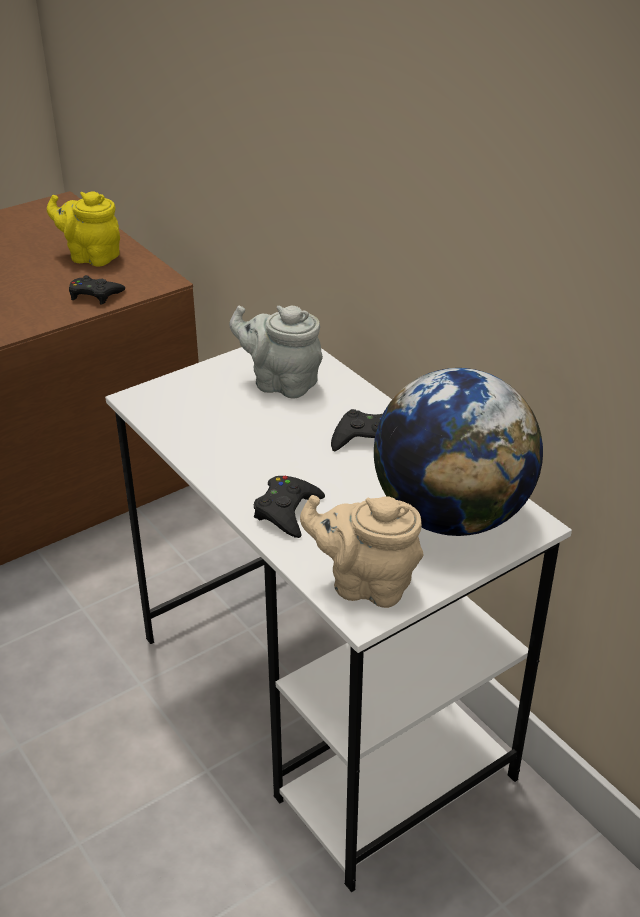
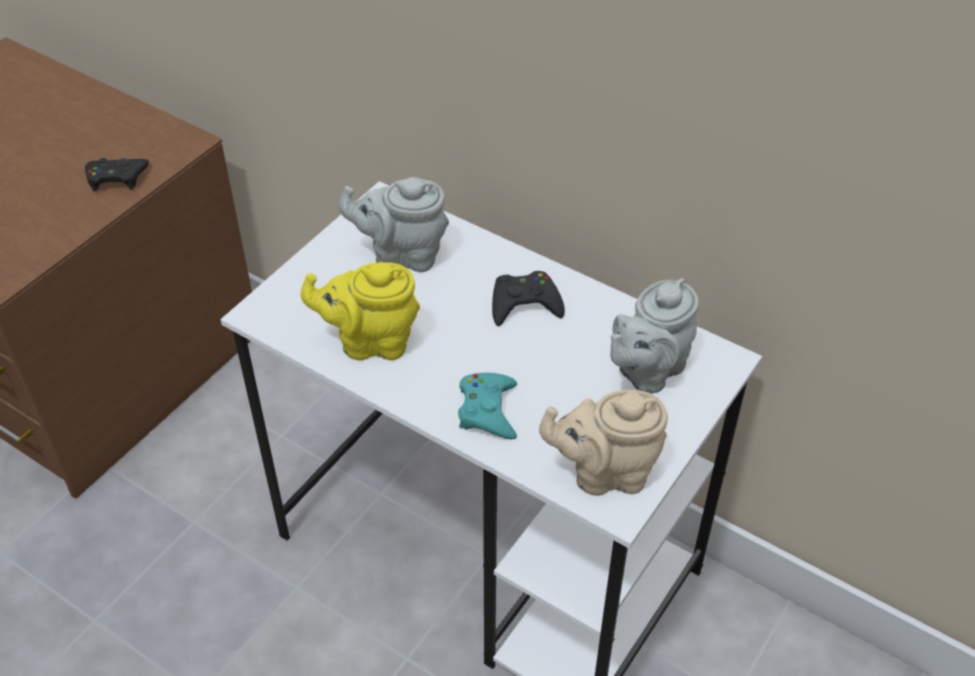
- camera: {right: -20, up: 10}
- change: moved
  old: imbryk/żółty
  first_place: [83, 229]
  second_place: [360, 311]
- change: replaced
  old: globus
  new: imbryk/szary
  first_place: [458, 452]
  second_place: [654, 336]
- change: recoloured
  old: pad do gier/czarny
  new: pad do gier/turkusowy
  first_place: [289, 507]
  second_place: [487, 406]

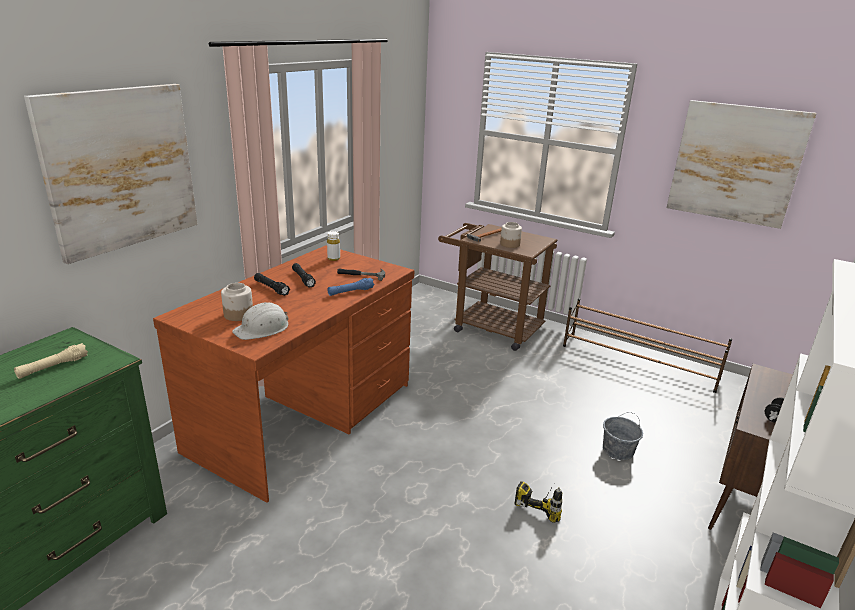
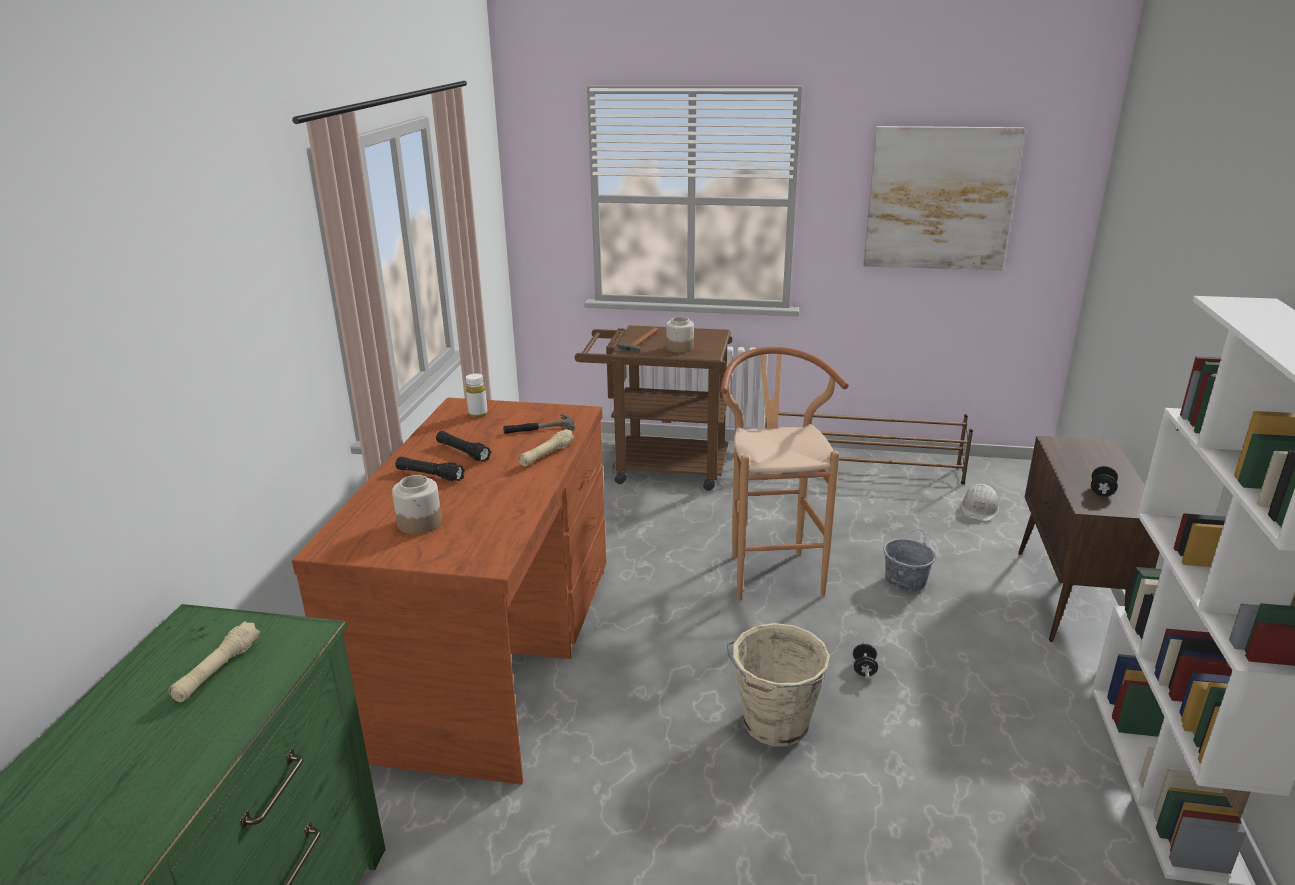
- camera: {right: -20, up: 0}
- change: removed
  old: obraz
  first_place: [111, 174]
- change: added
  new: stołek/brązowy
  second_place: [784, 474]
- change: added
  new: wiadro/beżowy
  second_place: [778, 684]
- change: moved
  old: kask/biały
  first_place: [260, 321]
  second_place: [980, 503]
- change: replaced
  old: wiertarka
  new: hantel/czarny
  first_place: [538, 502]
  second_place: [865, 661]
- change: recoloured
  old: latarka/niebieski
  new: latarka/beżowy
  first_place: [351, 287]
  second_place: [546, 447]

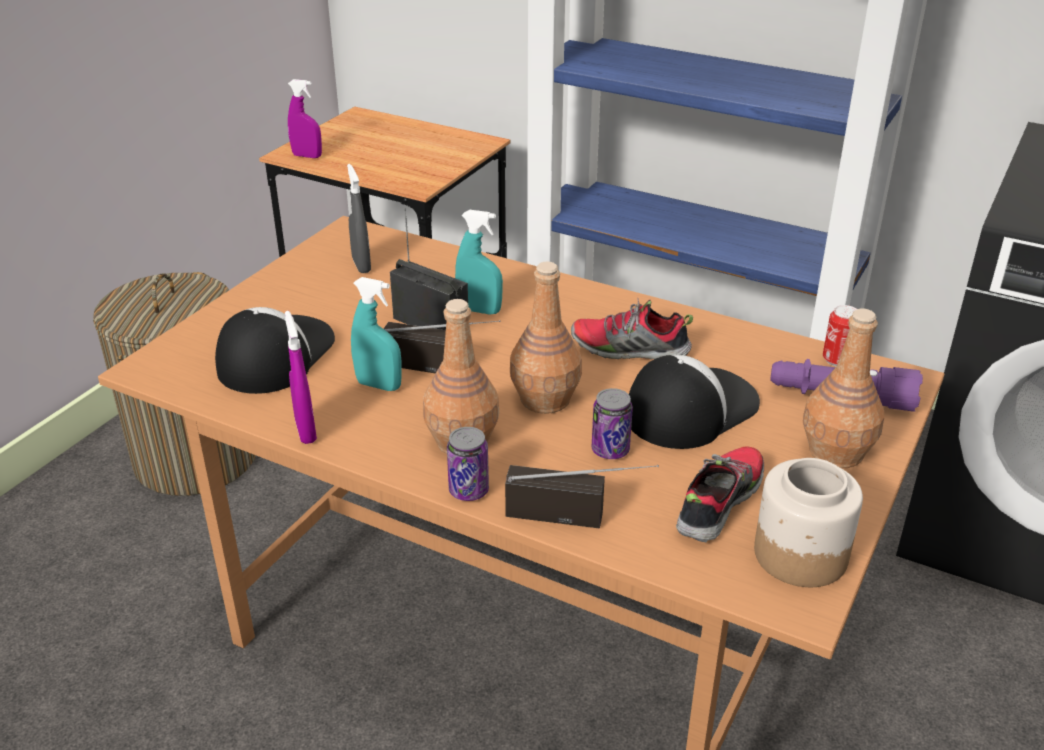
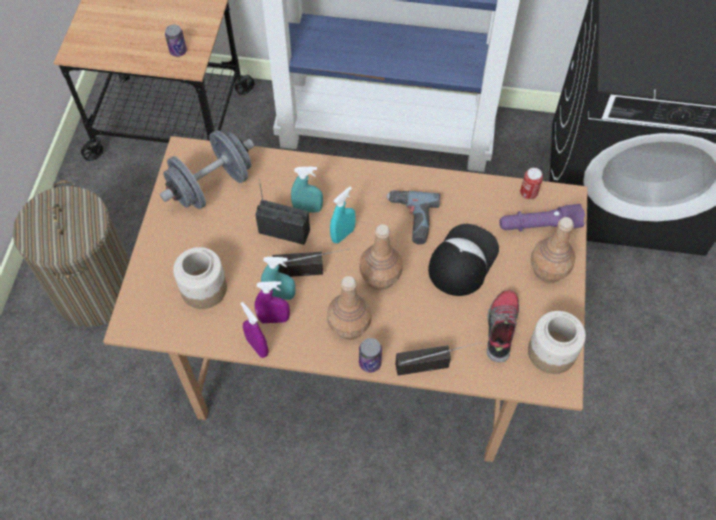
- camera: {right: -20, up: 25}
- change: added
  new: spryskiwacz/turkusowy
  second_place: [343, 215]
- change: moved
  old: spryskiwacz/fioletowy
  first_place: [305, 118]
  second_place: [272, 302]
- change: moved
  old: puszka
  first_place: [612, 423]
  second_place: [176, 41]
- change: replaced
  old: czapka z daszkiem
  new: słoik
  first_place: [275, 350]
  second_place: [200, 278]
- change: replaced
  old: spryskiwacz/szary
  new: hantel/szary
  first_place: [359, 218]
  second_place: [207, 169]
- change: replaced
  old: but
  new: wiertarka
  first_place: [632, 329]
  second_place: [413, 217]

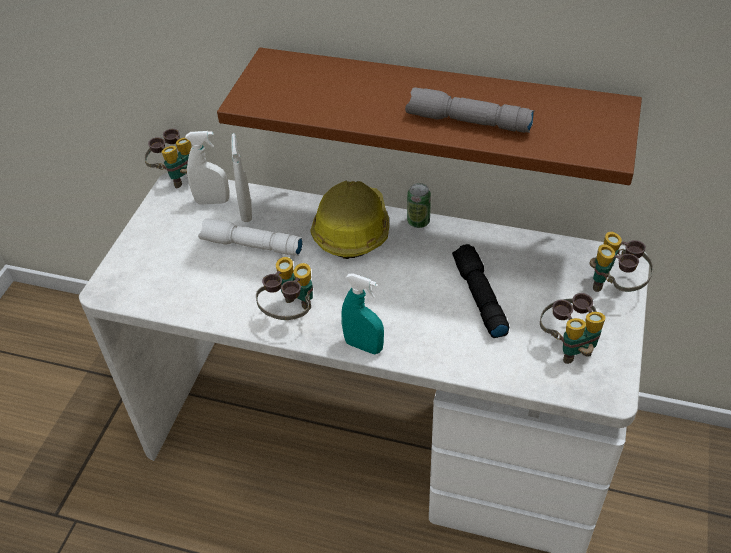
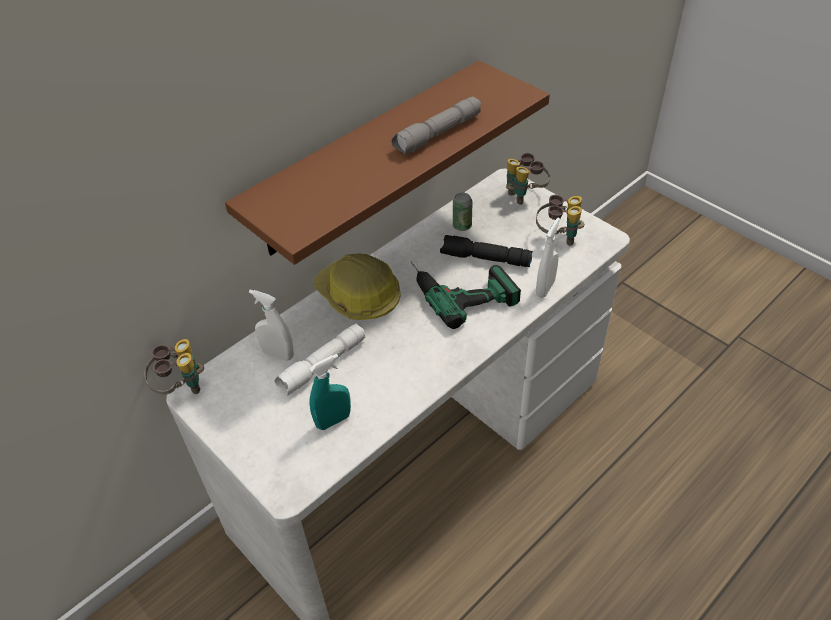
- camera: {right: -60, up: 0}
- change: removed
  old: lornetka
  first_place: [284, 288]
- change: added
  new: wiertarka
  second_place: [466, 295]
- change: moved
  old: spryskiwacz/biały
  first_place: [207, 168]
  second_place: [548, 258]
- change: moved
  old: spryskiwacz/turkusowy
  first_place: [362, 313]
  second_place: [330, 392]
- change: moved
  old: puszka
  first_place: [419, 205]
  second_place: [462, 212]

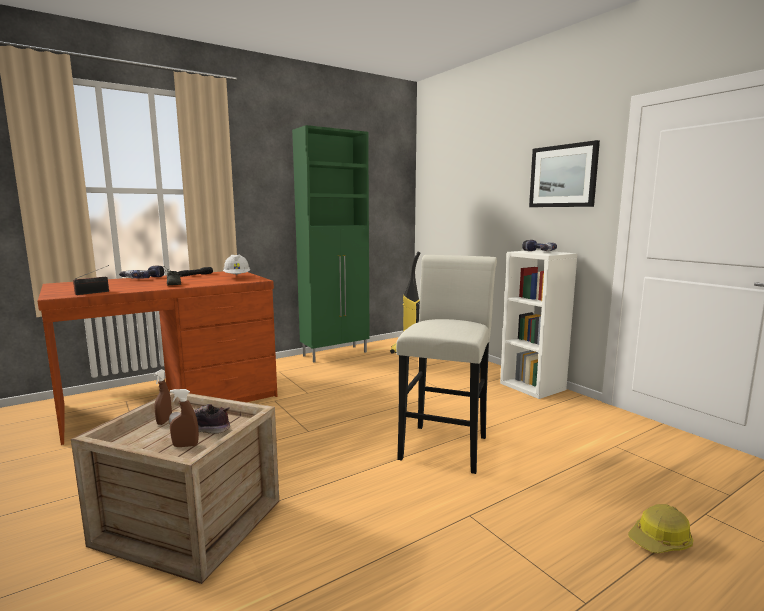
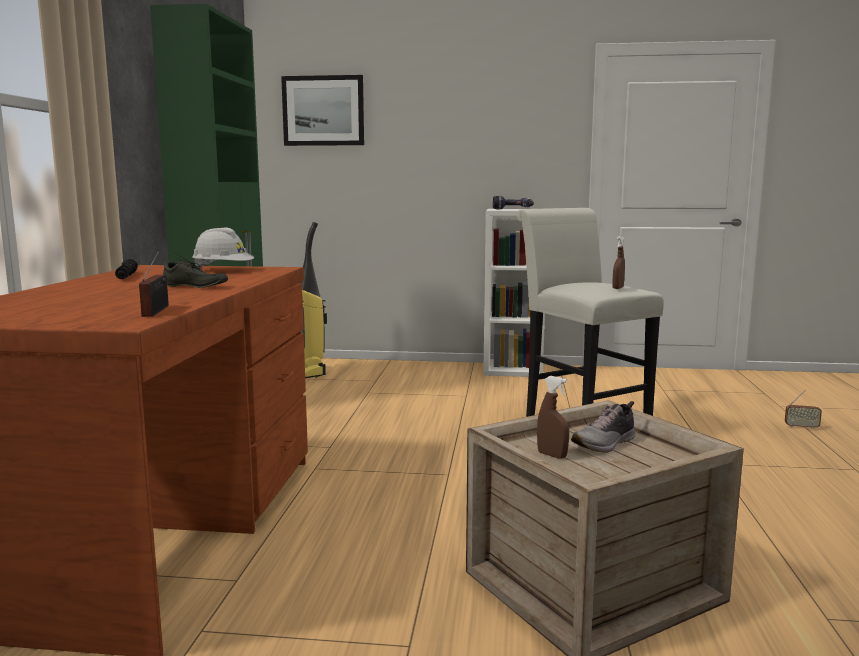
- camera: {right: -50, up: 0}
- change: removed
  old: wiertarka
  first_place: [141, 272]
- change: moved
  old: spryskiwacz/brązowy
  first_place: [184, 418]
  second_place: [619, 262]
- change: moved
  old: obraz
  first_place: [564, 173]
  second_place: [322, 110]
- change: replaced
  old: kask
  new: radio
  first_place: [660, 528]
  second_place: [803, 409]

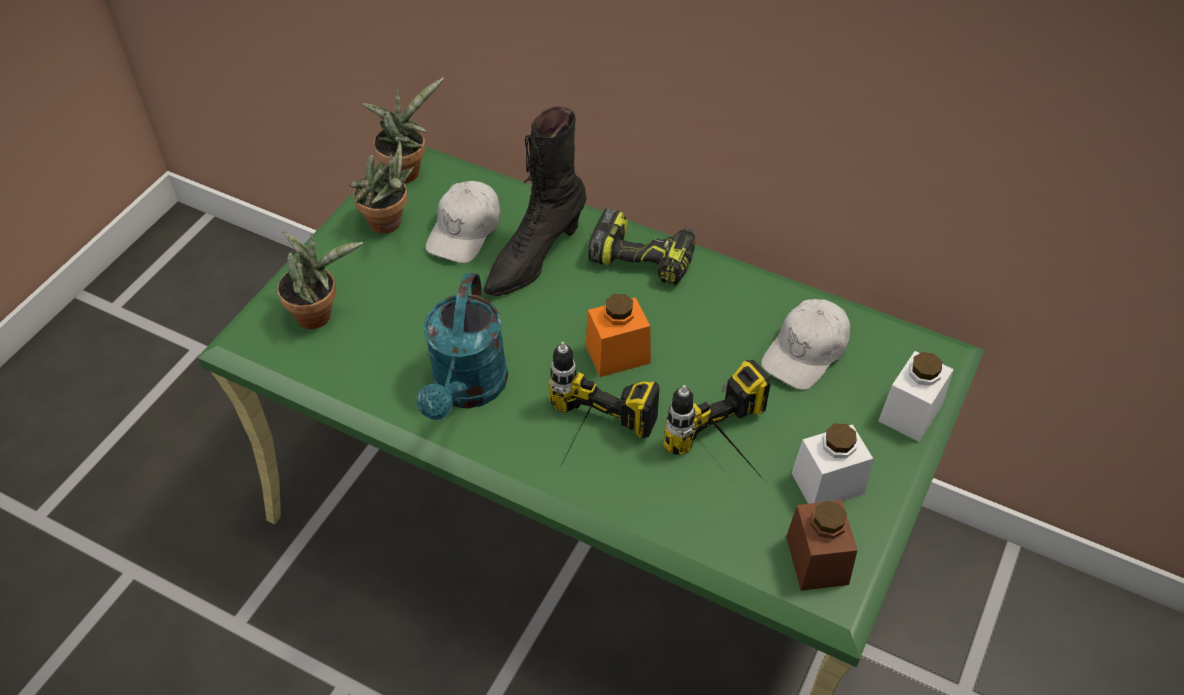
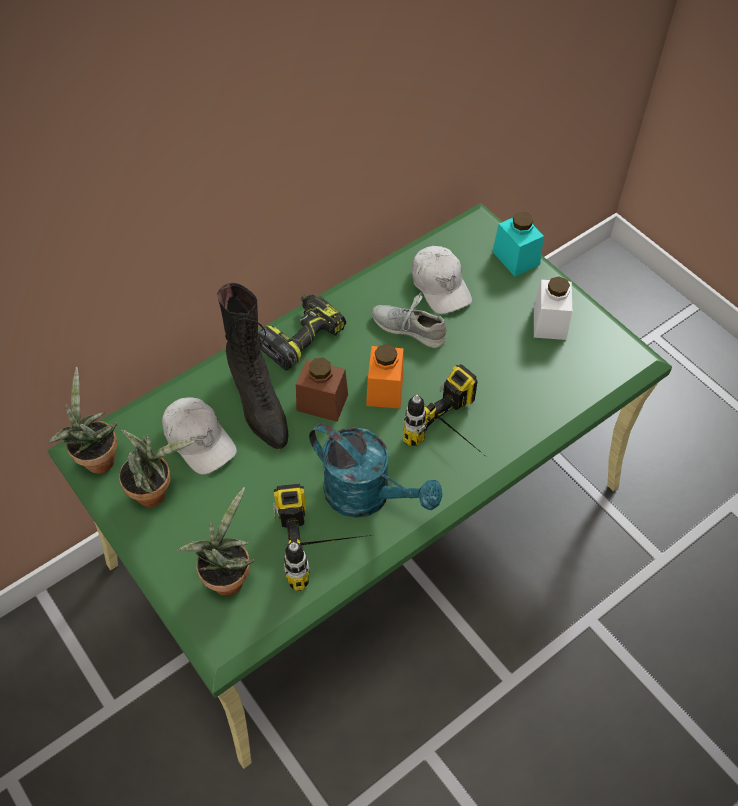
- camera: {right: -65, up: 5}
- change: added
  new: but/szary
  second_place: [409, 320]
- change: moved
  old: wiertarka
  first_place: [717, 420]
  second_place: [322, 537]
- change: moved
  old: słoik/brązowy
  first_place: [822, 545]
  second_place: [322, 390]
- change: recoloured
  old: słoik/biały
  new: słoik/turkusowy
  first_place: [916, 396]
  second_place: [518, 244]

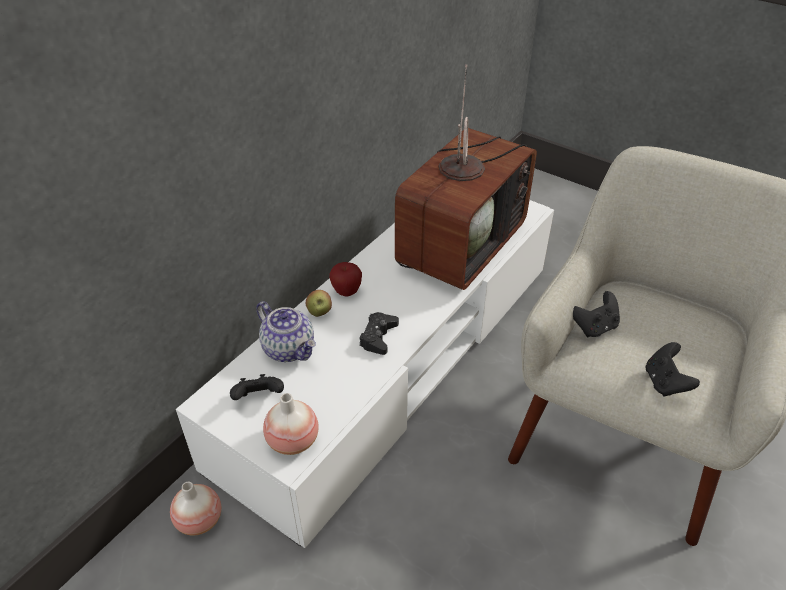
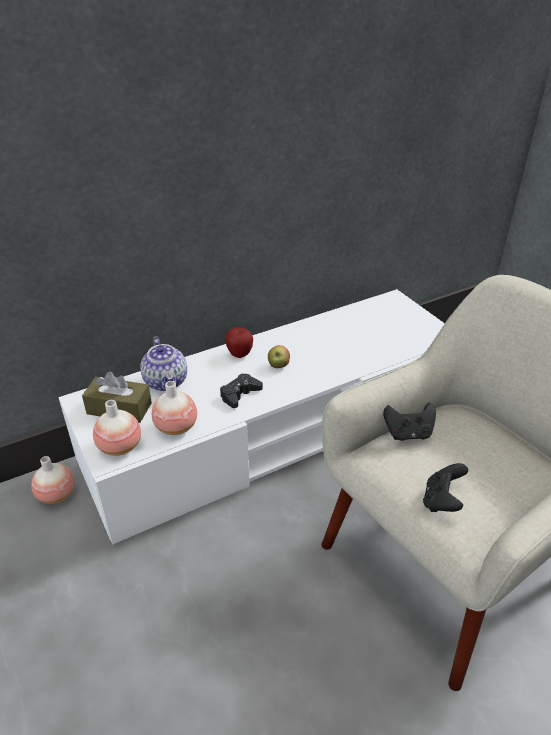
- camera: {right: 25, up: -5}
- change: removed
  old: telewizor
  first_place: [466, 177]
- change: added
  new: wazon
  second_place: [174, 408]
- change: moved
  old: jabłko
  first_place: [319, 303]
  second_place: [279, 356]
- change: replaced
  old: pad do gier/czarny
  new: pudełko chusteczek/brązowy
  first_place: [257, 387]
  second_place: [117, 397]

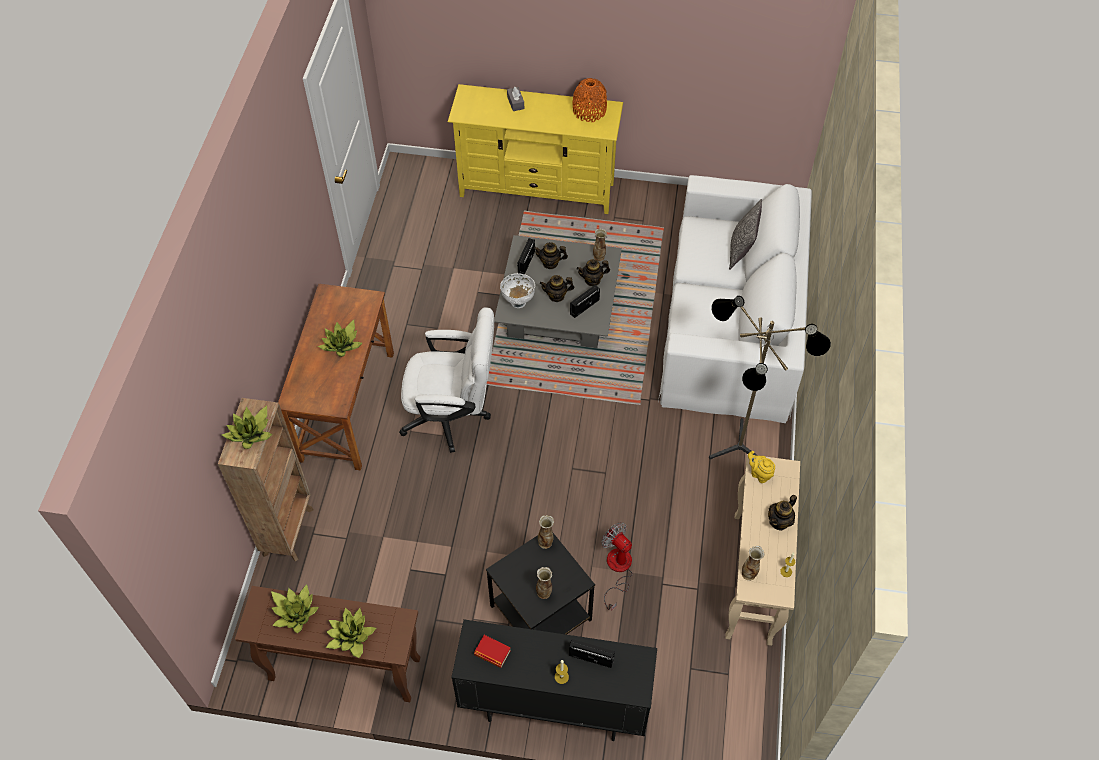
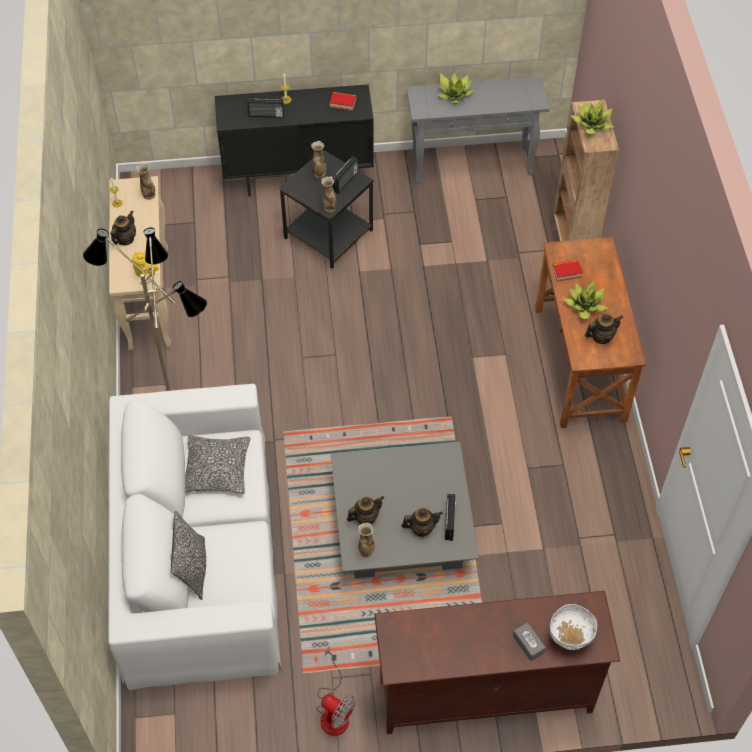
- camera: {right: 165, up: 0}
- change: removed
  old: roślina doniczkowa
  first_place: [295, 609]
- change: removed
  old: krzesło biurowe/biały
  first_place: [446, 380]
- change: removed
  old: wazon/pomarańczowy
  first_place: [590, 100]
- change: added
  new: poduszka
  second_place: [217, 464]
- change: added
  new: książka
  second_place: [567, 271]
- change: moved
  old: miska/biały
  first_place: [517, 290]
  second_place: [573, 627]
- change: moved
  old: imbryk
  first_place: [557, 288]
  second_place: [604, 329]
- change: moved
  old: radio
  first_place: [585, 301]
  second_place: [345, 175]
- change: moved
  old: wentylator
  first_place: [617, 566]
  second_place: [336, 691]
- change: recoloured
  old: stolik konsolowy/brązowy
  new: stolik konsolowy/szary
  first_place: [327, 644]
  second_place: [477, 130]
- change: recoloured
  old: szafka pod telewizor/żółty
  new: szafka pod telewizor/brązowy
  first_place: [535, 149]
  second_place: [497, 662]

